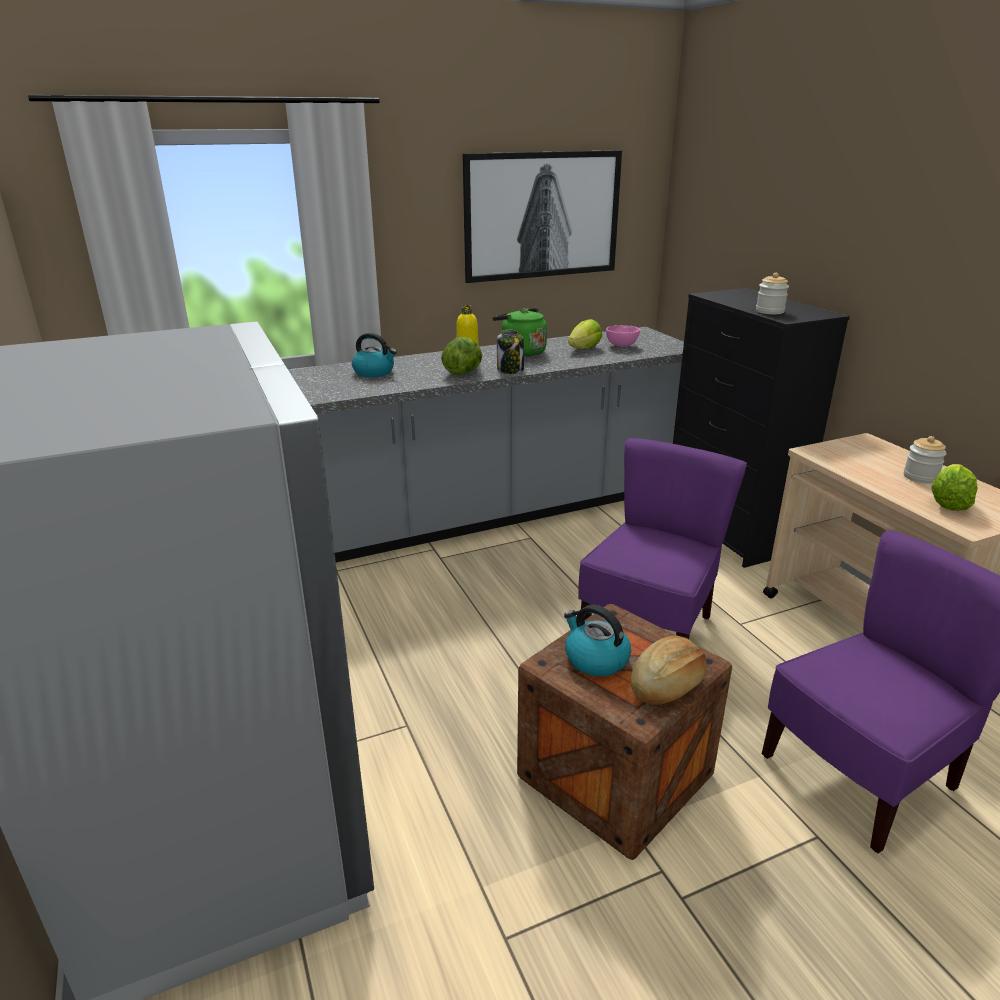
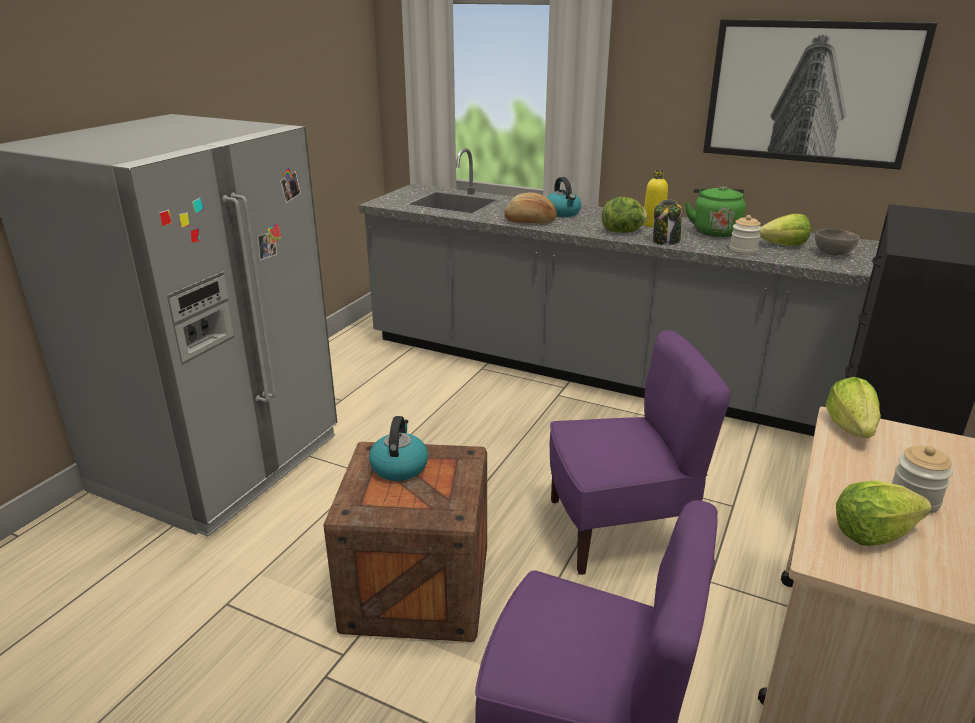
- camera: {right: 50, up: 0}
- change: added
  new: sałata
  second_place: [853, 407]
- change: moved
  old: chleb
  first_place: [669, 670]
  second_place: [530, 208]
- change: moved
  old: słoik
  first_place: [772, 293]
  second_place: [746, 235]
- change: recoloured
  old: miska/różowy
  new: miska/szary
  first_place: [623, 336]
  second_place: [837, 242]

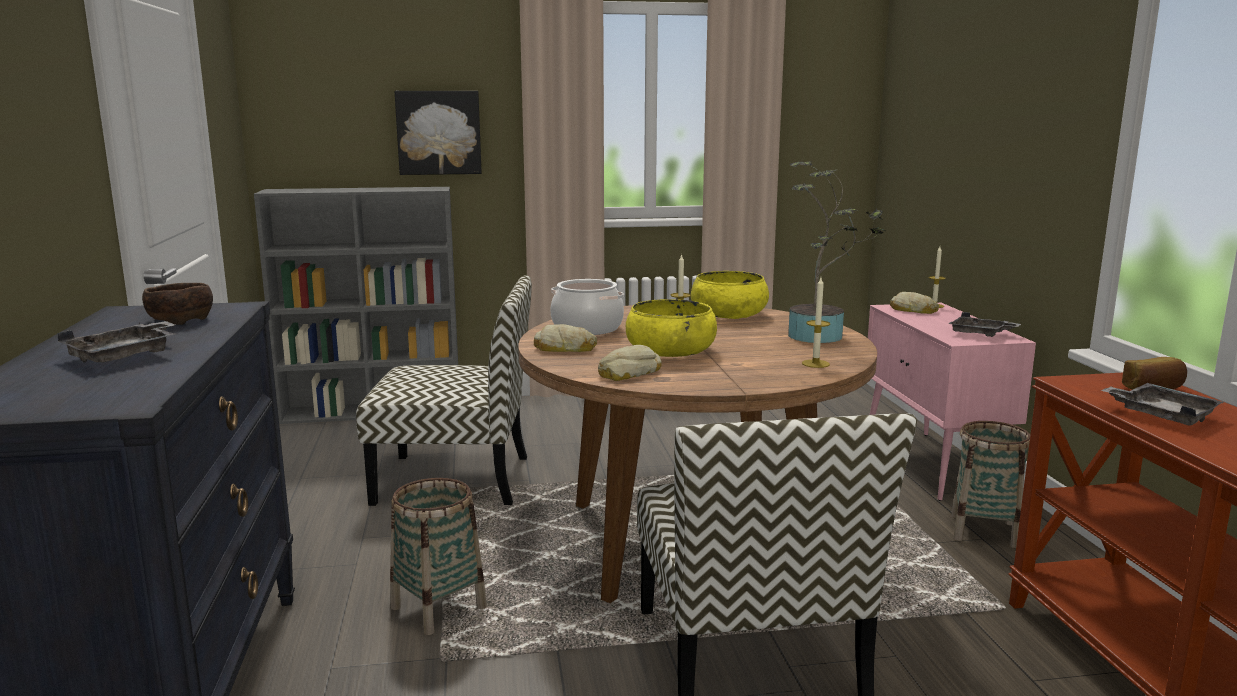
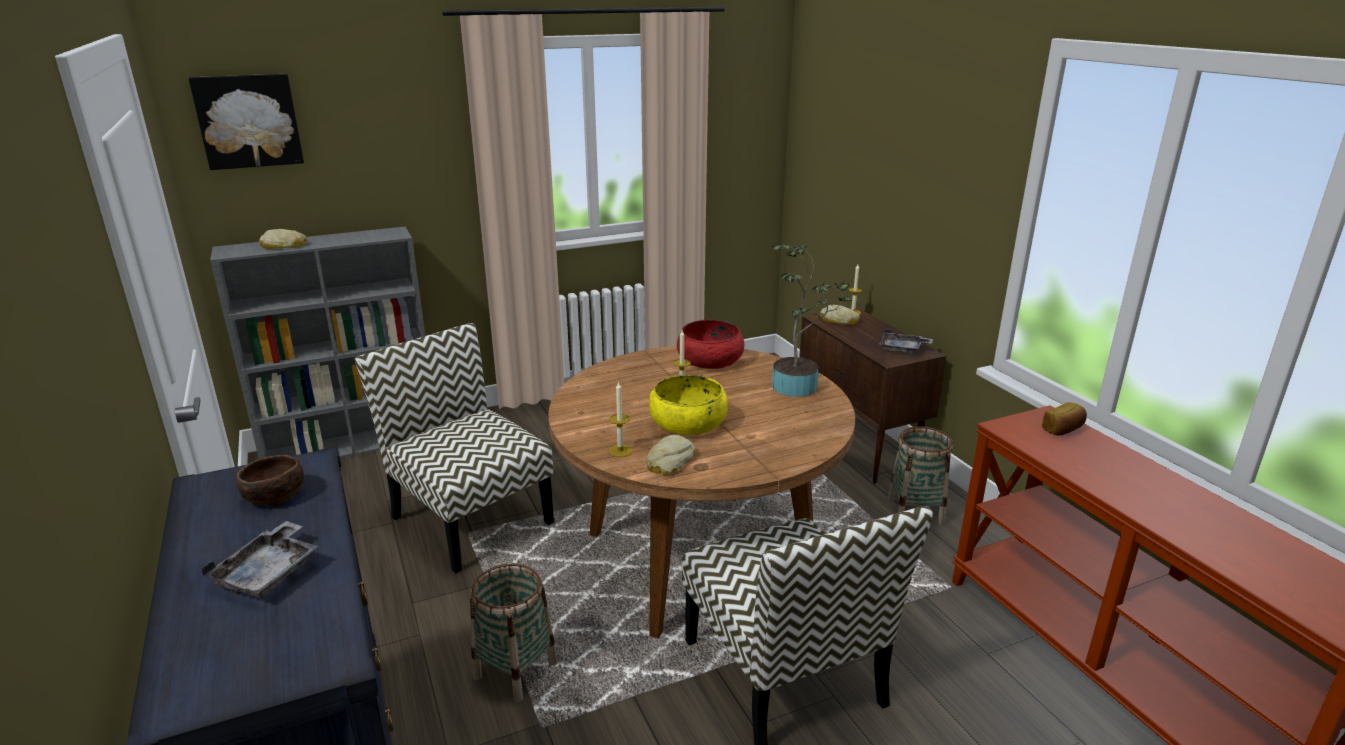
- camera: {right: -15, up: 10}
- change: removed
  old: garnek
  first_place: [587, 307]
- change: removed
  old: taca/szary
  first_place: [1162, 404]
- change: moved
  old: obraz
  first_place: [438, 133]
  second_place: [246, 122]
- change: moved
  old: chleb
  first_place: [565, 338]
  second_place: [283, 239]
- change: moved
  old: świeca
  first_place: [816, 323]
  second_place: [620, 419]
- change: recoloured
  old: miska/żółty
  new: miska/czerwony
  first_place: [730, 295]
  second_place: [710, 344]
- change: recoloured
  old: szafka/różowy
  new: szafka/brązowy
  first_place: [952, 402]
  second_place: [872, 395]
- change: turned
  old: krzesło
  first_place: [444, 390]
  second_place: [454, 448]
  degrees: -120

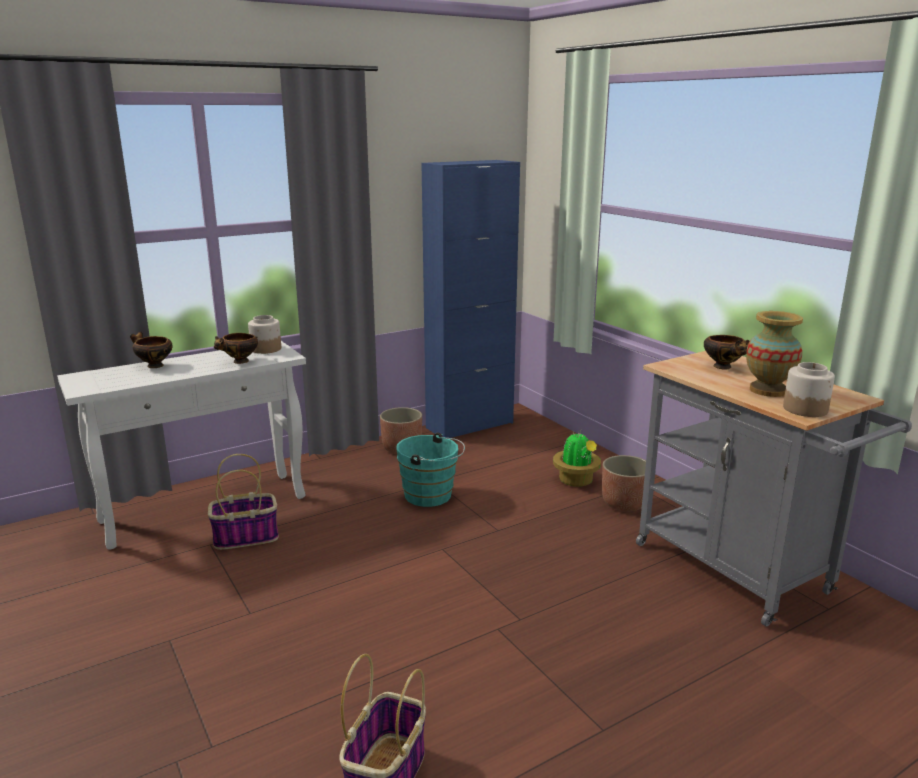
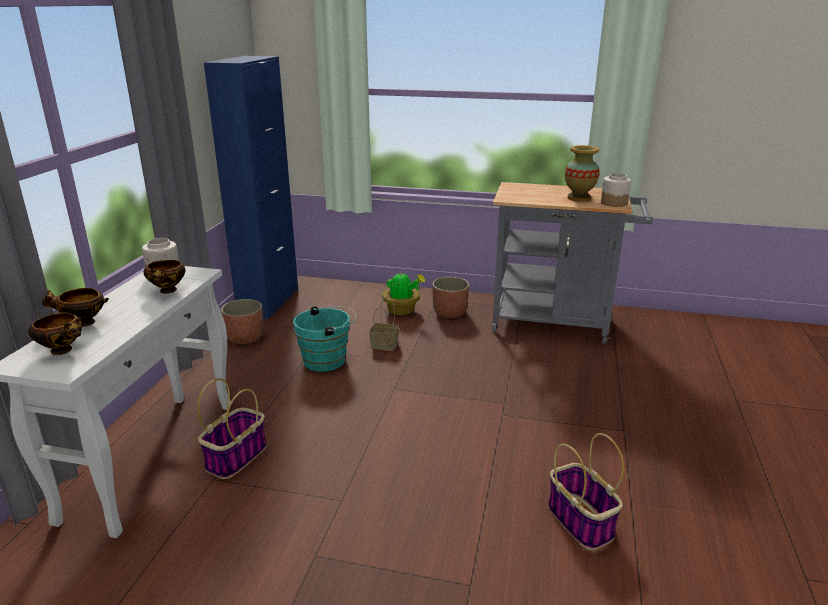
- camera: {right: -45, up: 5}
- change: added
  new: koszyk
  second_place: [384, 324]
- change: moved
  old: miska
  first_place: [726, 352]
  second_place: [55, 334]

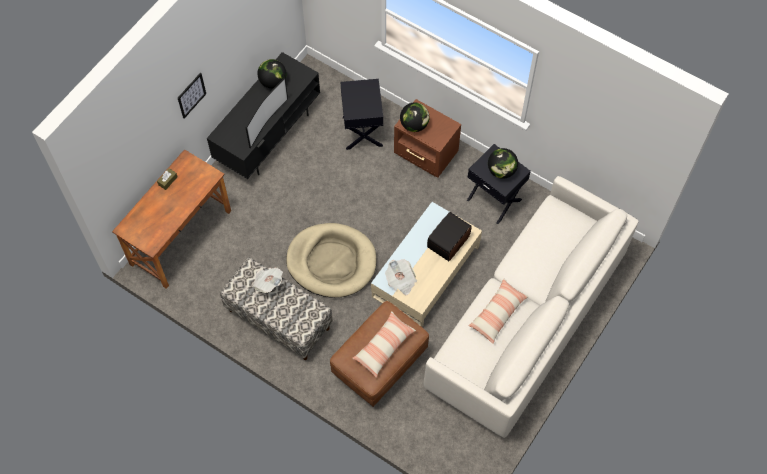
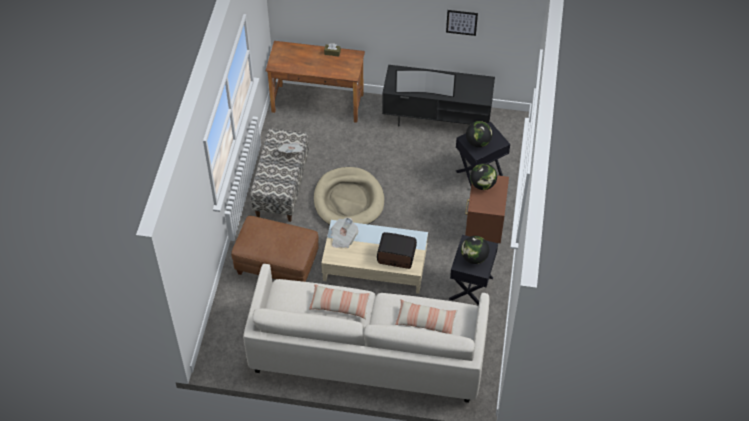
- camera: {right: 65, up: -10}
- change: moved
  old: obraz
  first_place: [192, 96]
  second_place: [462, 23]
- change: moved
  old: globus
  first_place: [272, 73]
  second_place: [479, 134]
- change: moved
  old: poduszka
  first_place: [384, 344]
  second_place: [426, 316]

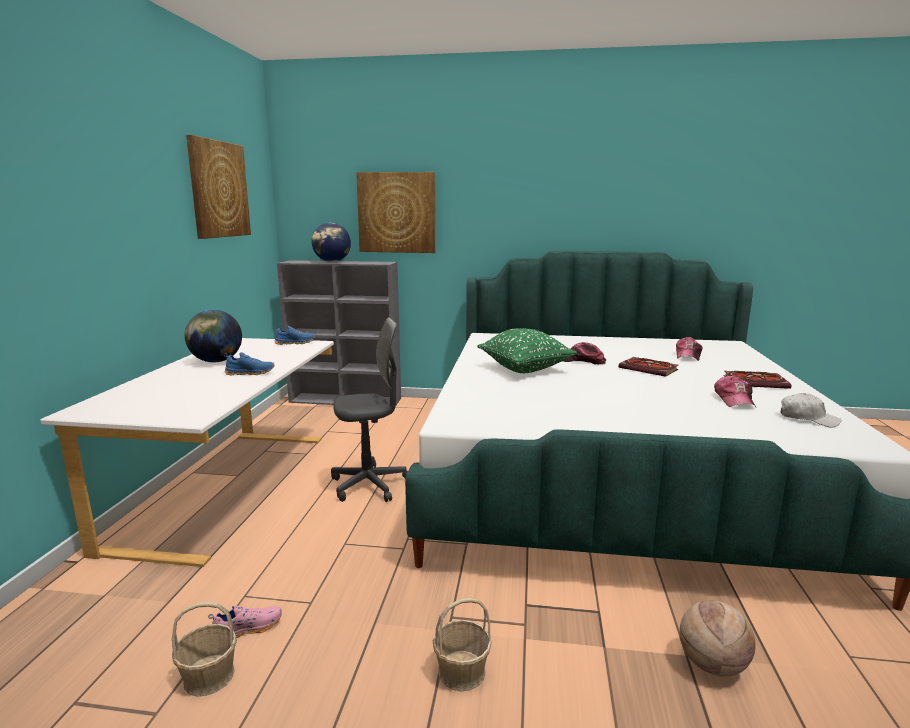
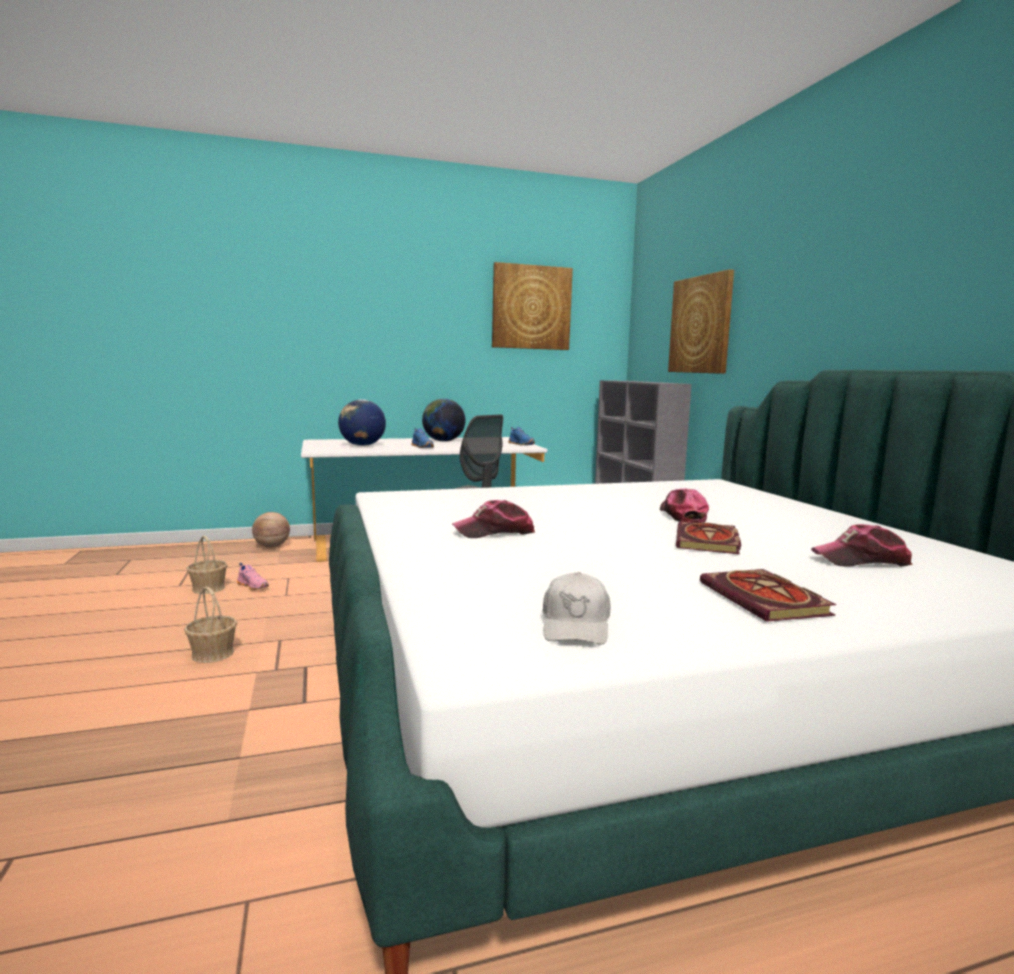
- camera: {right: 65, up: -5}
- change: removed
  old: poduszka/zielony
  first_place: [527, 350]
- change: moved
  old: globus
  first_place: [331, 242]
  second_place: [362, 422]
- change: moved
  old: piłka do koszykówki
  first_place: [718, 638]
  second_place: [271, 529]
- change: moved
  old: czapka z daszkiem
  first_place: [735, 391]
  second_place: [493, 519]

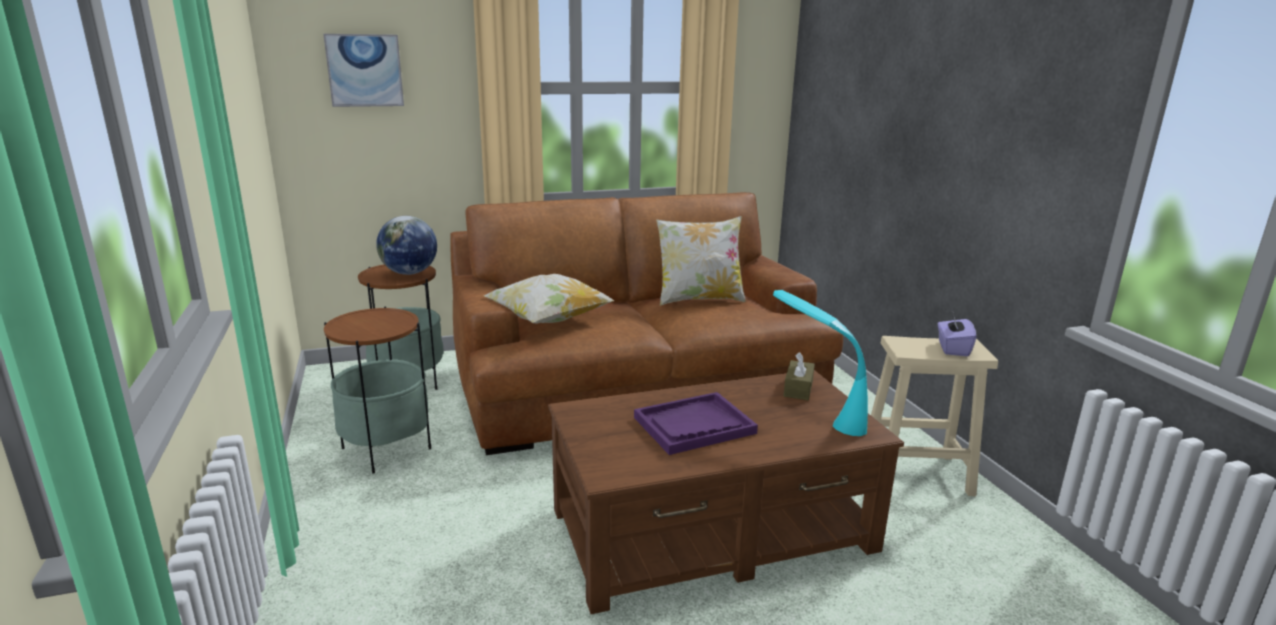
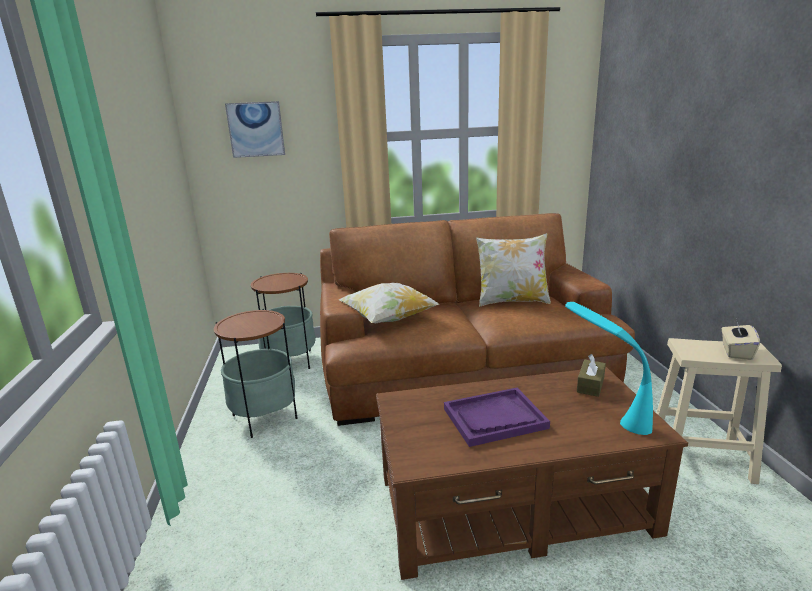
- camera: {right: 10, up: 0}
- change: removed
  old: globus
  first_place: [406, 245]
- change: recoloured
  old: pudełko chusteczek/fioletowy
  new: pudełko chusteczek/beżowy
  first_place: [957, 335]
  second_place: [741, 339]

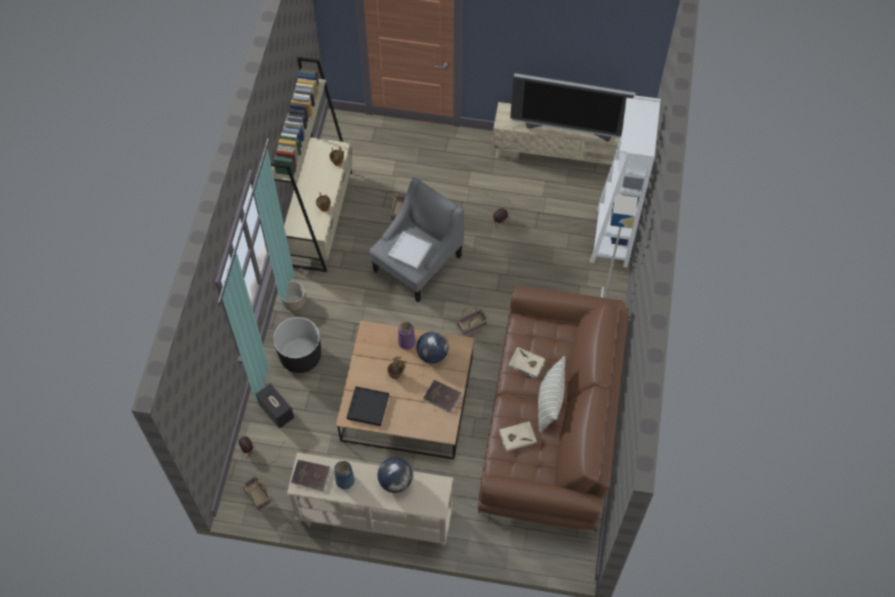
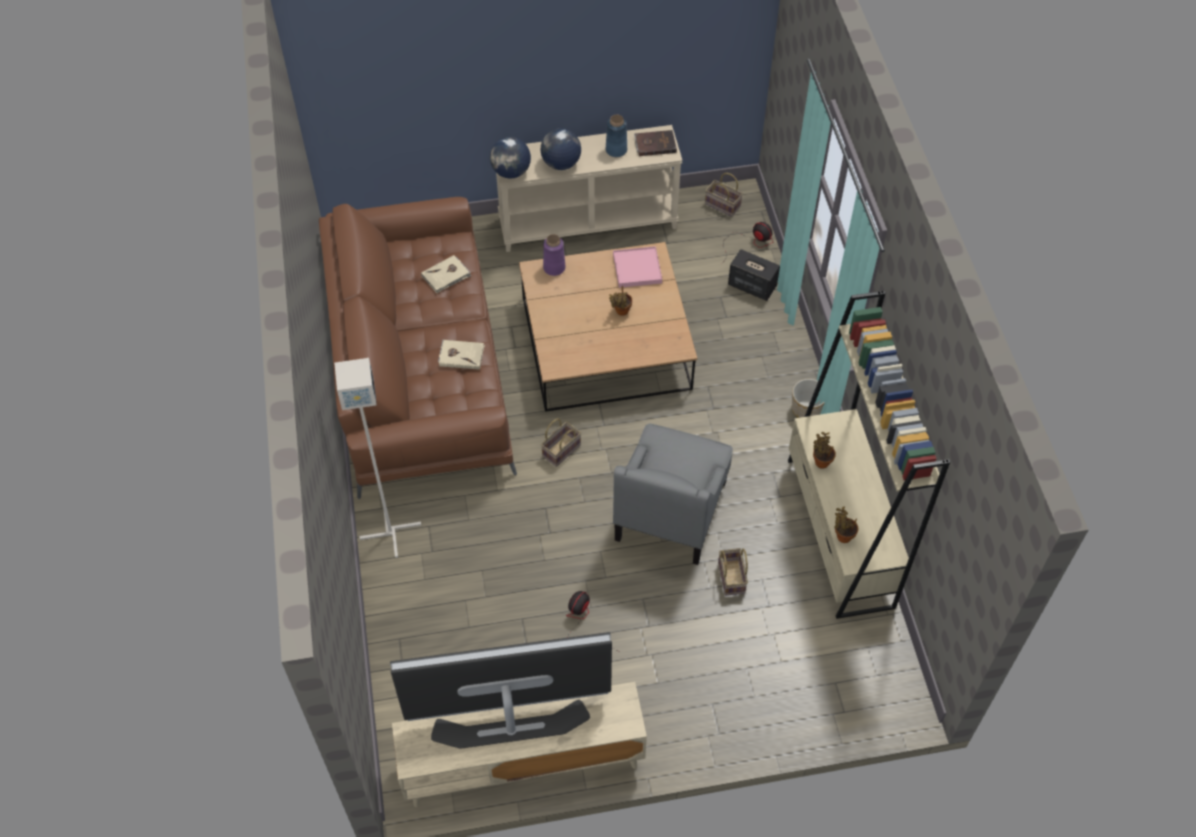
- camera: {right: 160, up: -5}
- change: removed
  old: donica/czarny
  first_place: [297, 345]
- change: removed
  old: taca/biały
  first_place: [410, 250]
- change: removed
  old: książka/brązowy
  first_place: [442, 396]
- change: removed
  old: poduszka
  first_place: [551, 394]
- change: removed
  old: regał/biały
  first_place: [625, 181]
- change: moved
  old: wazon/fioletowy
  first_place: [406, 336]
  second_place: [554, 255]
- change: moved
  old: globus
  first_place: [432, 347]
  second_place: [510, 158]
- change: recoloured
  old: taca/czarny
  new: taca/różowy
  first_place: [368, 406]
  second_place: [637, 267]

